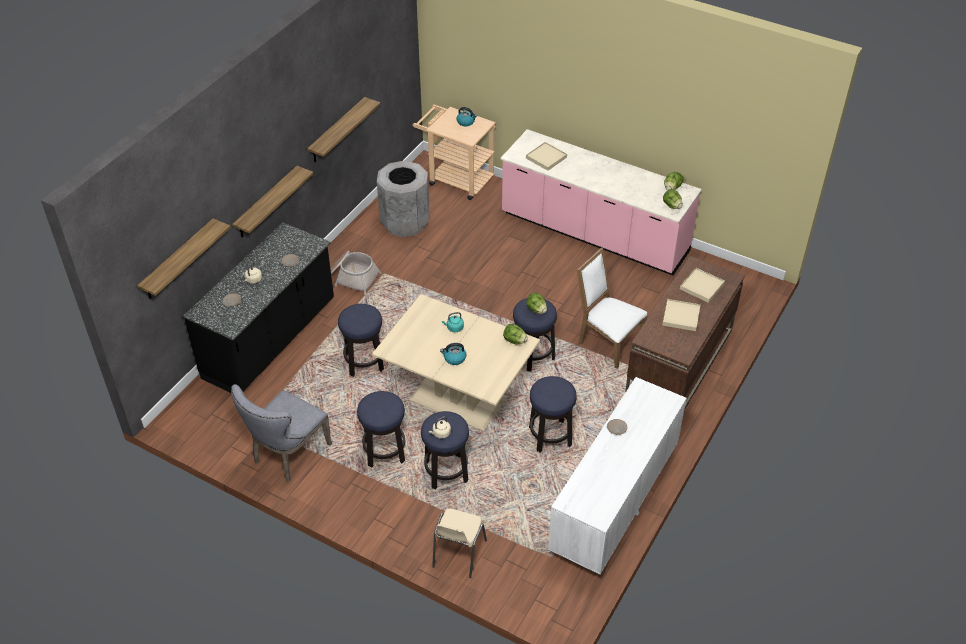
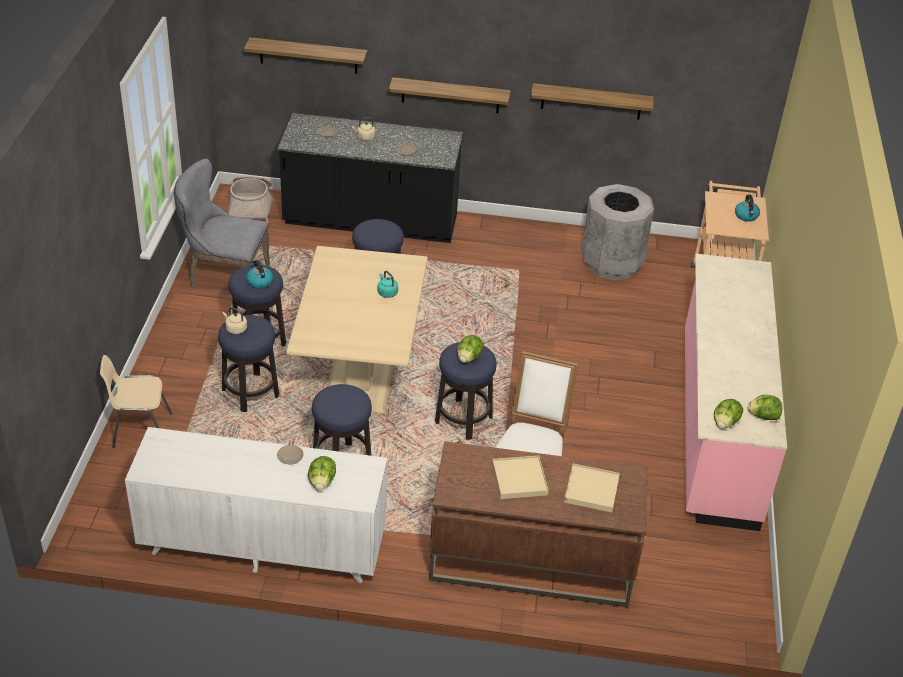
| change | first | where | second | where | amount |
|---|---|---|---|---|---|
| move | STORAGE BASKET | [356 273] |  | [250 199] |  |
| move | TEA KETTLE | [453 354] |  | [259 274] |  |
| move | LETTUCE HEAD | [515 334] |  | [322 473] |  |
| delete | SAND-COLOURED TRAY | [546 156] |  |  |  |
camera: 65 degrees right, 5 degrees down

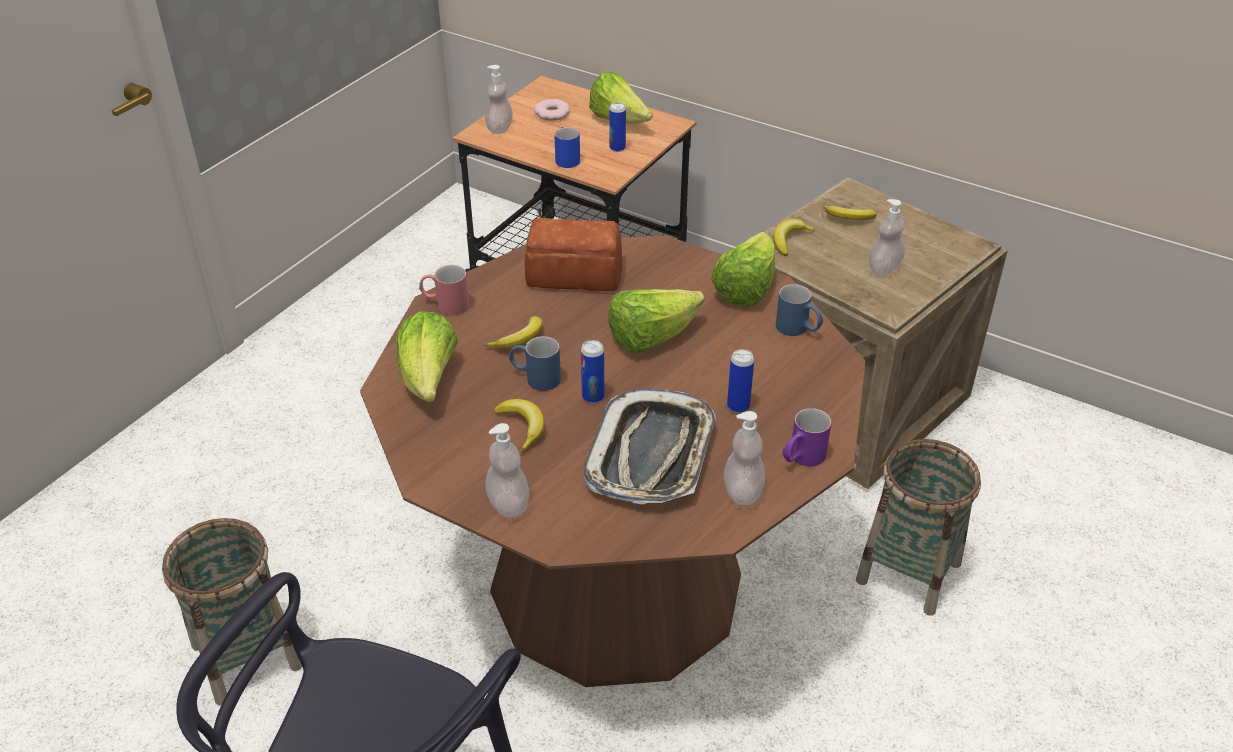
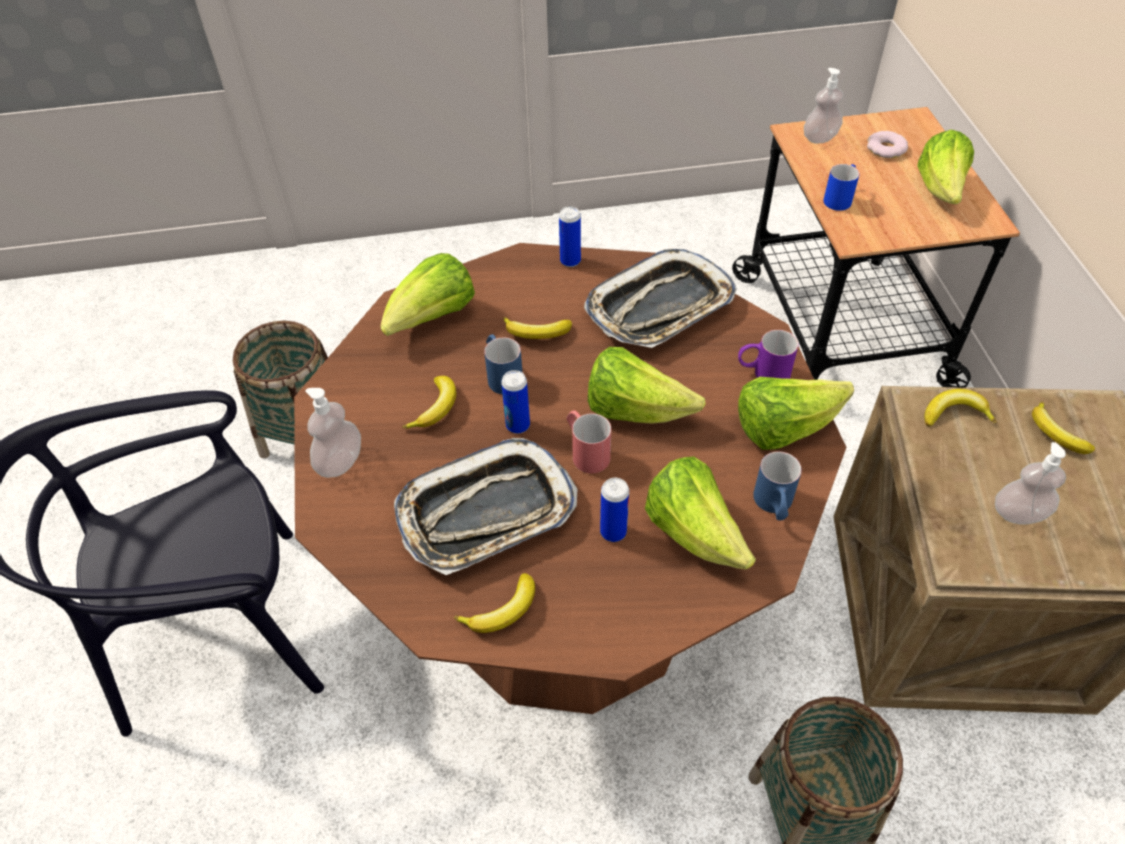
| change | first | where | second | where | amount |
|---|---|---|---|---|---|
| replace | SOAP DISPENSER | [744 458] | WHOLE BANANA | [494 603] |  |
| move | CAN | [617 127] |  | [570 236] |  |
| move | REDDISH MUG | [444 290] |  | [588 441] |  |
| replace | BAKERY BREAD | [573 254] | TRAY | [660 298] |  |
| insert |  |  | LETTUCE HEAD | [700 513] |  |
| move | PURPLE MUG | [806 437] |  | [768 354] |  |
camera: 50 degrees right, 10 degrees up

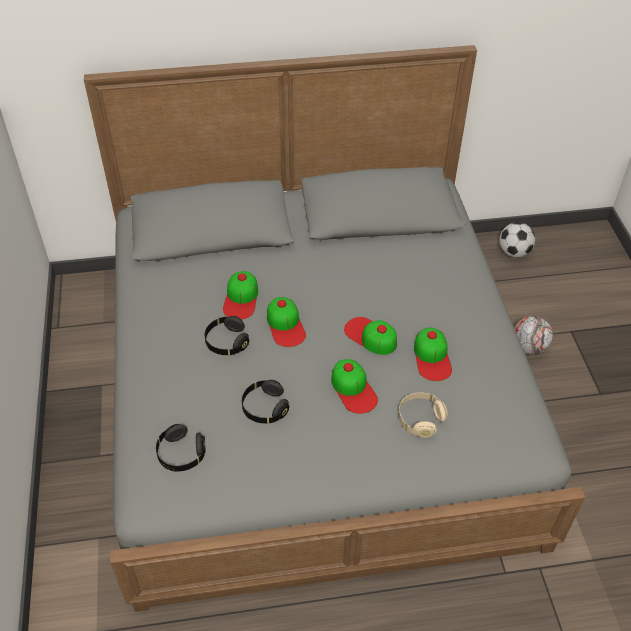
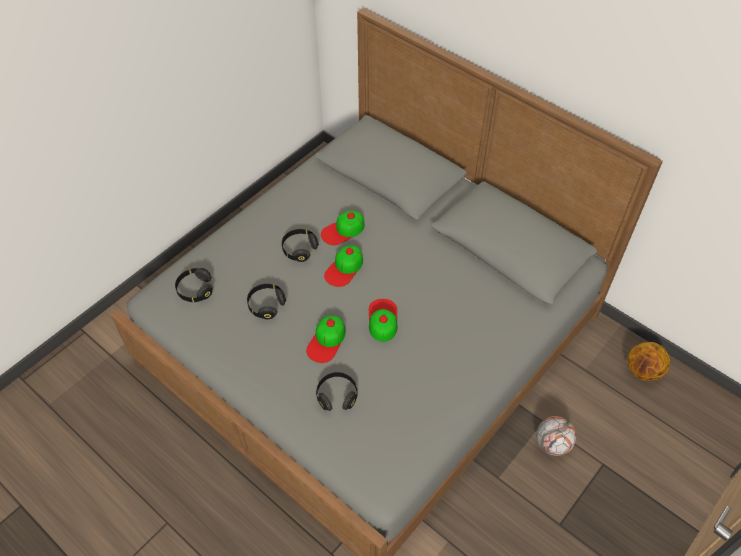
| change | first | where | second | where | amount |
|---|---|---|---|---|---|
| recolor | SAND-COLOURED HEADPHONES | [423 415] | BLACK-COLOURED HEADPHONES | [337 391] |  |
| replace | FOOTBALL BALL | [517 240] | BALL FOR BASKETBALL | [649 361] |  |
| delete | PEAKED CAP | [433 354] |  |  |  |
camera: 50 degrees right, 5 degrees up

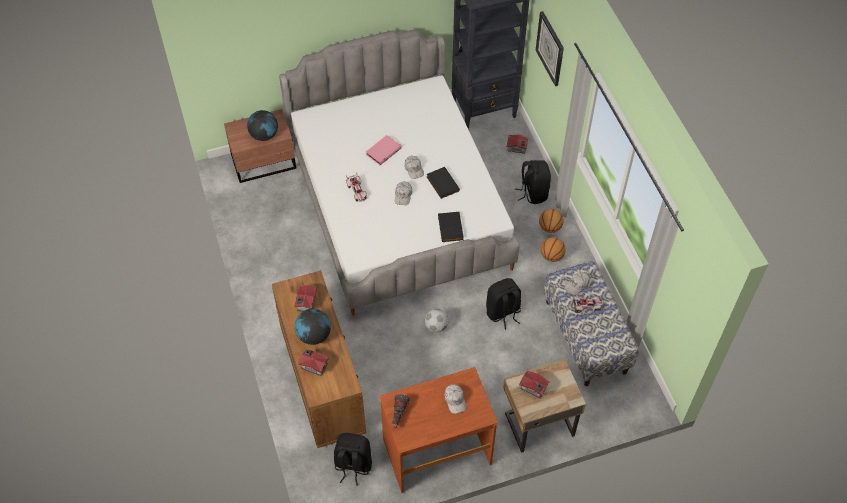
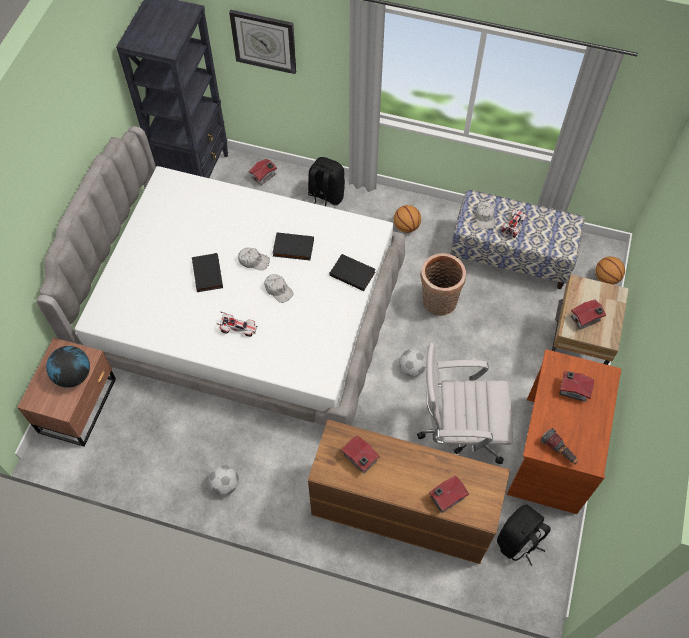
| change | first | where | second | where | amount |
|---|---|---|---|---|---|
| recolor | PINK-COLOURED BOOK | [384 150] | BLACK-COLOURED BOOK | [207 272] |  |
| insert |  |  | FOOTBALL BALL | [223 480] |  |
| insert |  |  | WHITE COMPUTER CHAIR | [465 403] |  |
| replace | BLACK-COLOURED BACKPACK | [503 304] | STORAGE BASKET | [443 284] |  |
| replace | WHITE PEAKED CAP | [455 399] | TOY HOUSE | [576 386] |  |
| move | BALL FOR BASKETBALL | [551 221] |  | [610 270] |  |
| delete | WORLD GLOBE | [313 327] |  |  |  |
camera: 55 degrees left, 5 degrees up

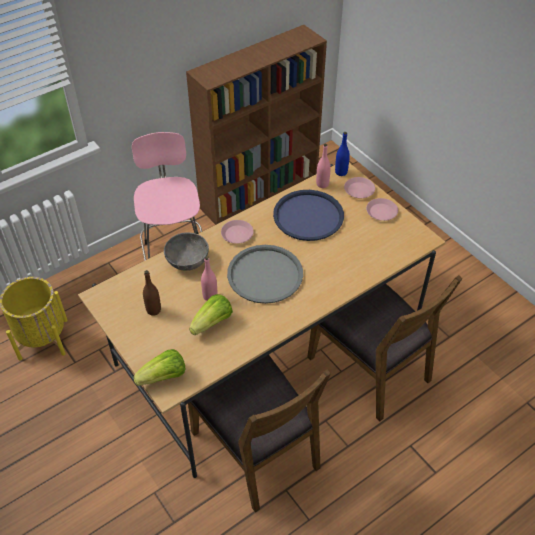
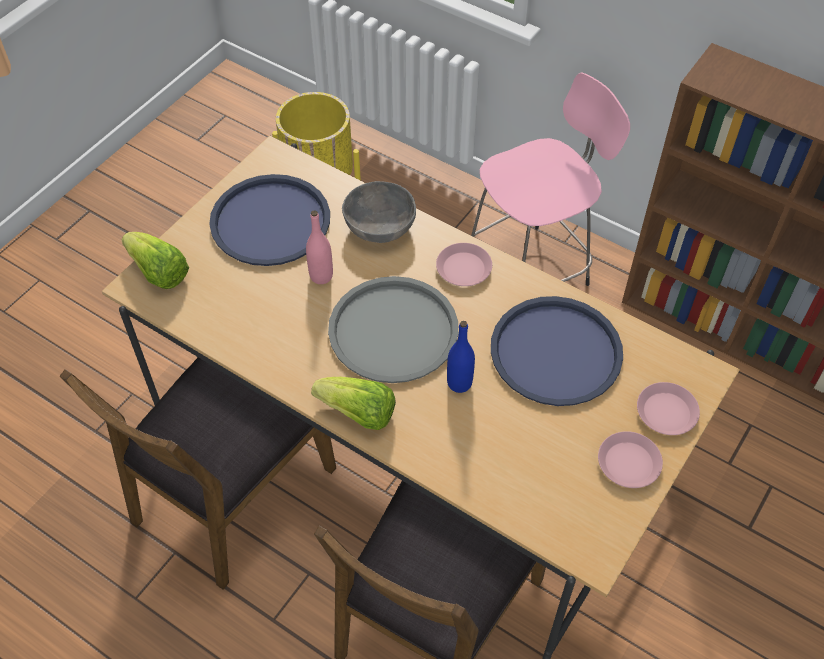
| change | first | where | second | where | amount |
|---|---|---|---|---|---|
| replace | BROWNISH BEVERAGE BOTTLE | [152 293] | BLUE TRAY | [269 220] |  |
| move | LETTUCE HEAD | [211 314] |  | [353 403] |  |
| move | BLUE BEVERAGE BOTTLE | [342 154] |  | [461 357] |  |
| delete | PINK-COLOURED BEVERAGE BOTTLE | [323 166] |  |  |  |
camera: 70 degrees right, 5 degrees up

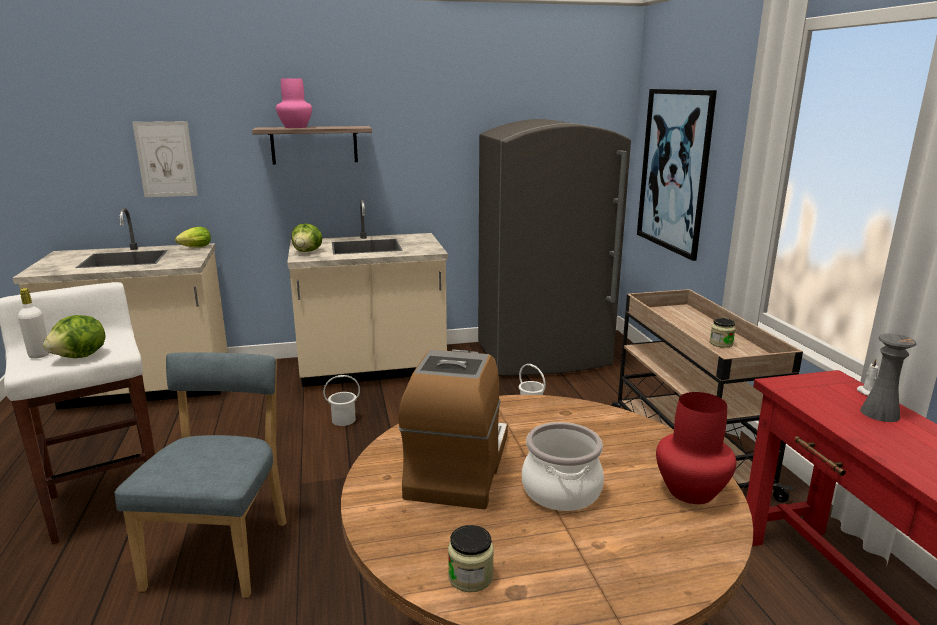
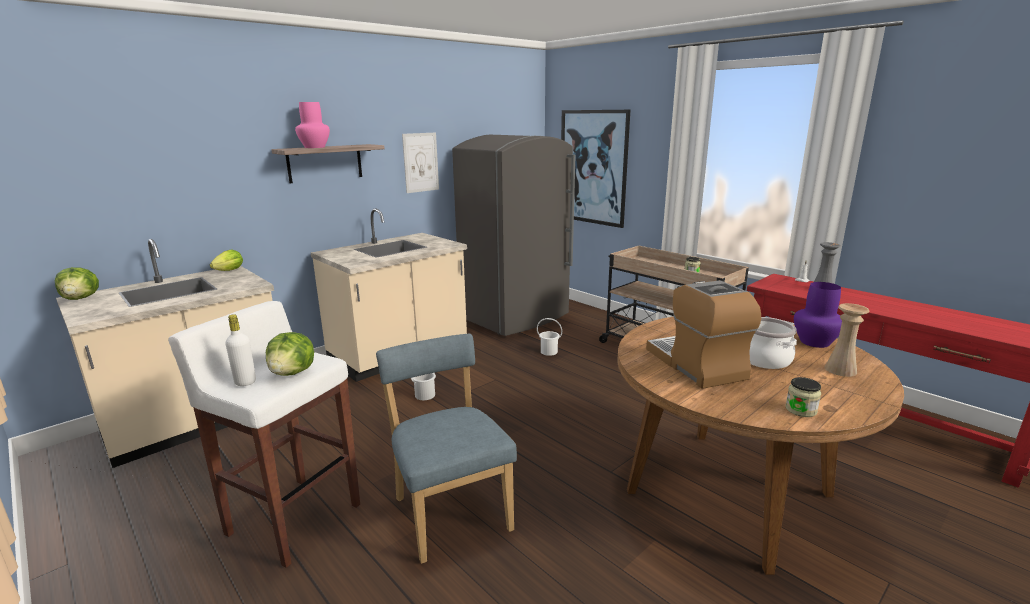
| change | first | where | second | where | amount |
|---|---|---|---|---|---|
| move | LETTUCE HEAD | [307 237] |  | [77 283] |  |
| move | WALL PICTURE | [165 159] |  | [420 163] |  |
| recolor | REDDISH DECORATIVE VASE | [696 448] | PURPLE DECORATIVE VASE | [818 315] |  |
| insert |  |  | SAND-COLOURED DECORATIVE VASE | [847 340] |  |
camera: 30 degrees left, 0 degrees up

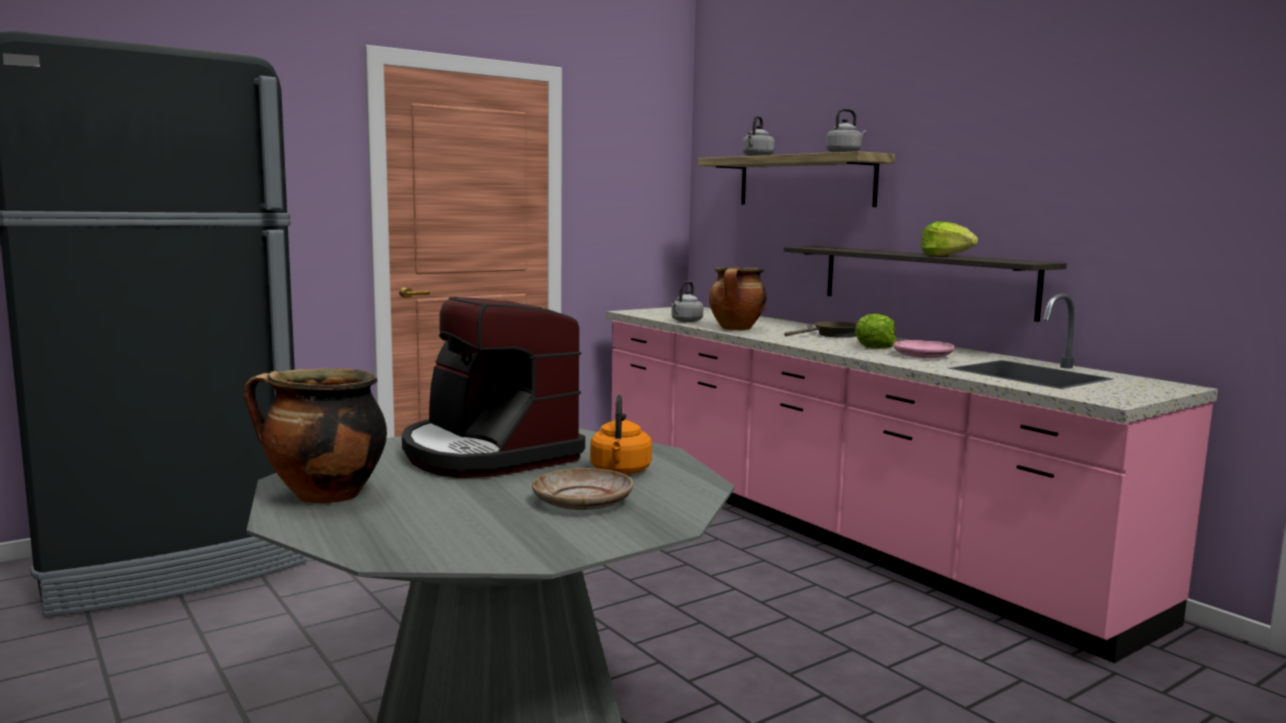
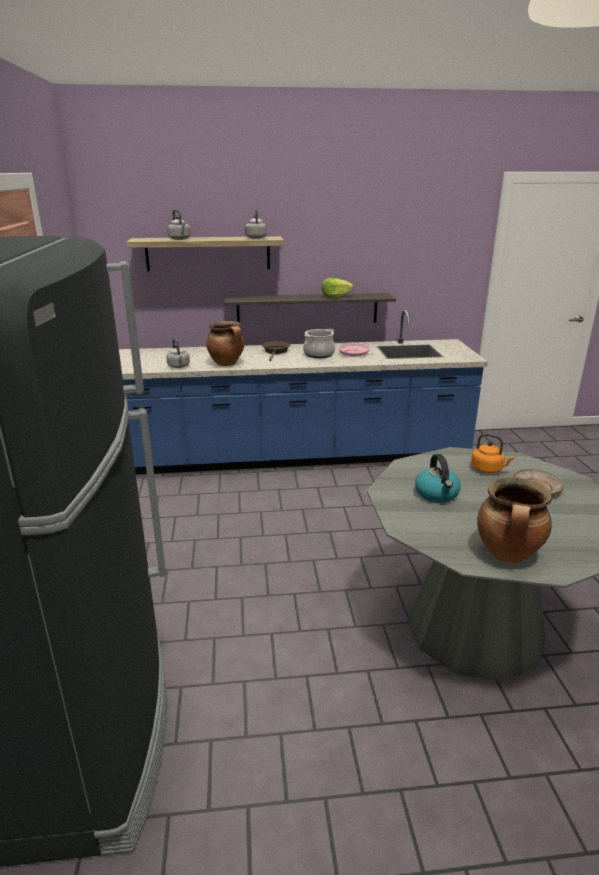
| change | first | where | second | where | amount |
|---|---|---|---|---|---|
| recolor | PINK-COLOURED KITCHEN BASE UNIT | [912 478] | BLUE KITCHEN BASE UNIT | [303 392] |  |
| replace | LETTUCE HEAD | [875 331] | COOKING POT | [319 343] |  |
| replace | COFFEE BREWER | [493 387] | TEA KETTLE | [438 478] |  |
camera: 60 degrees left, 15 degrees up

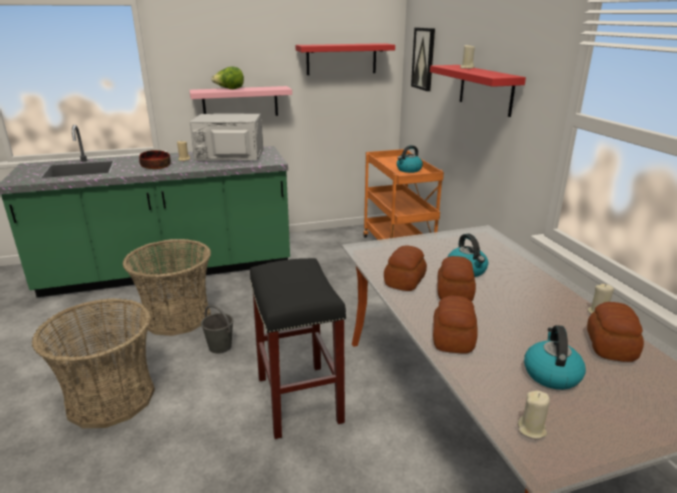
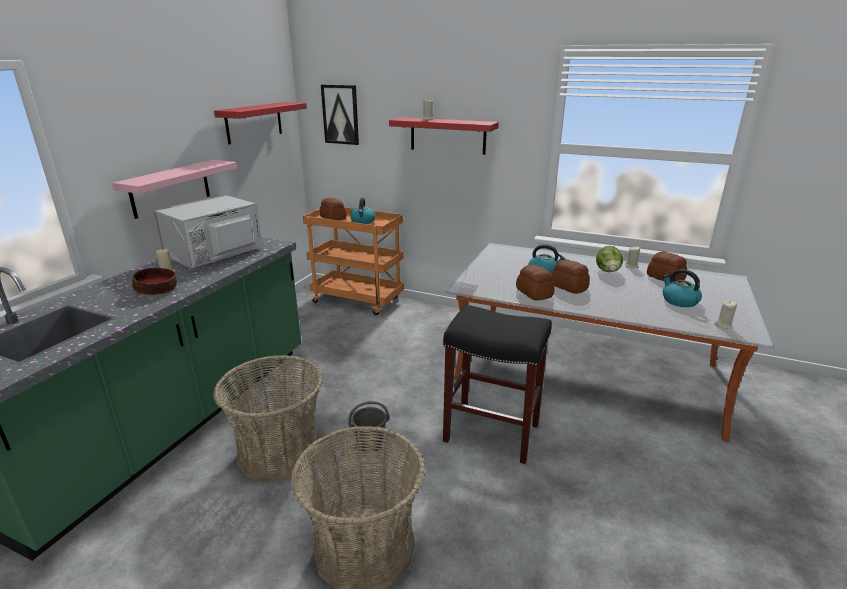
| change | first | where | second | where | amount |
|---|---|---|---|---|---|
| move | BAKERY BREAD | [455 325] |  | [333 209] |  |
| move | LETTUCE HEAD | [227 78] |  | [609 259] |  |
camera: 50 degrees left, 0 degrees up

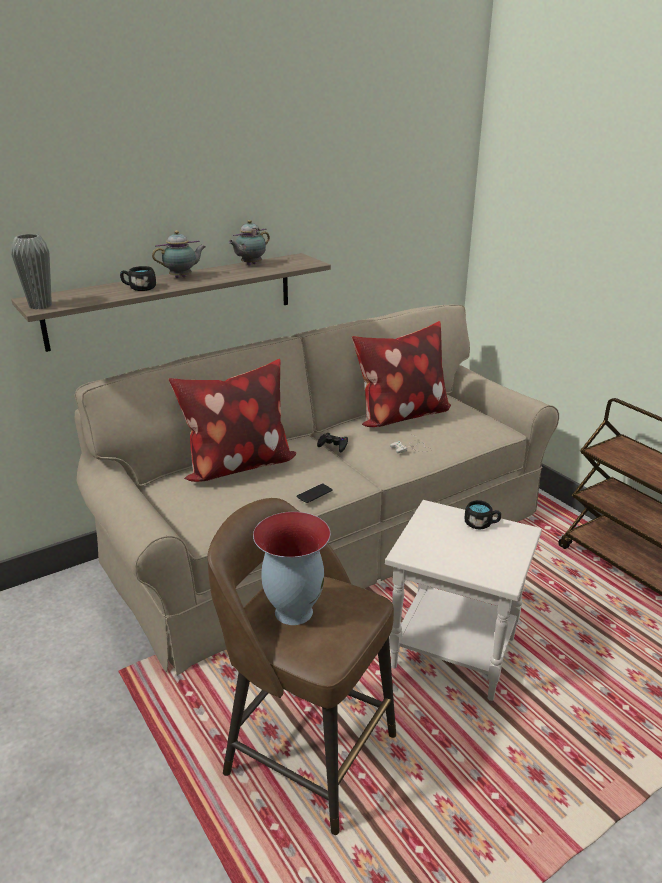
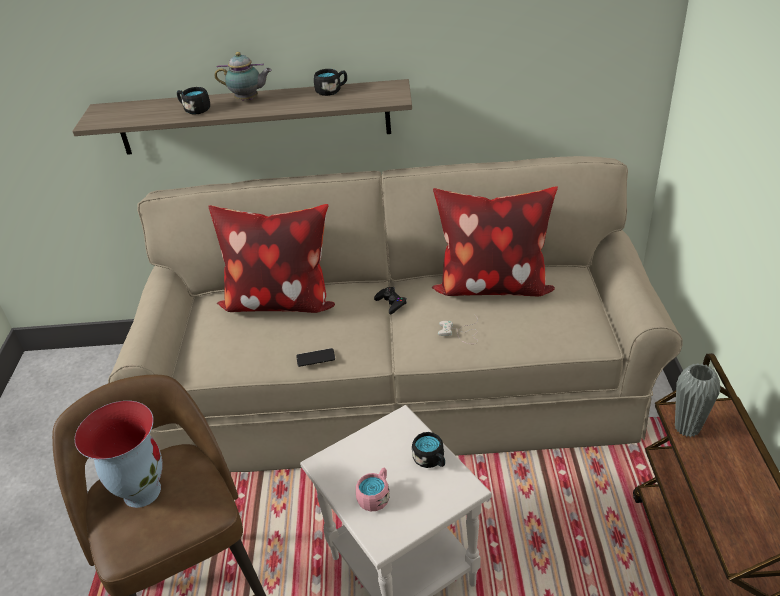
| change | first | where | second | where | amount |
|---|---|---|---|---|---|
| replace | POT FOR TEA | [249 243] | BLACK-COLOURED MUG | [330 82] |  |
| insert |  |  | PINK-COLOURED MUG | [373 489] |  |
| move | GREYISH DECORATIVE VASE | [31 271] |  | [698 400] |  |
camera: 35 degrees right, 10 degrees up

